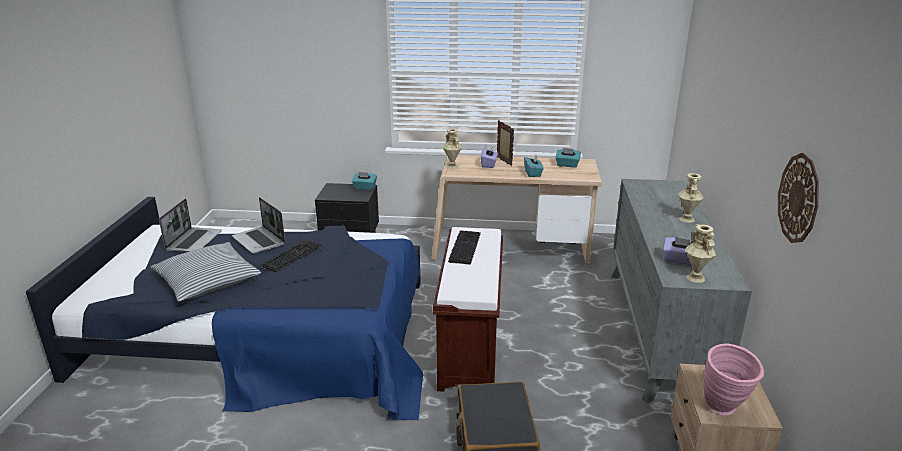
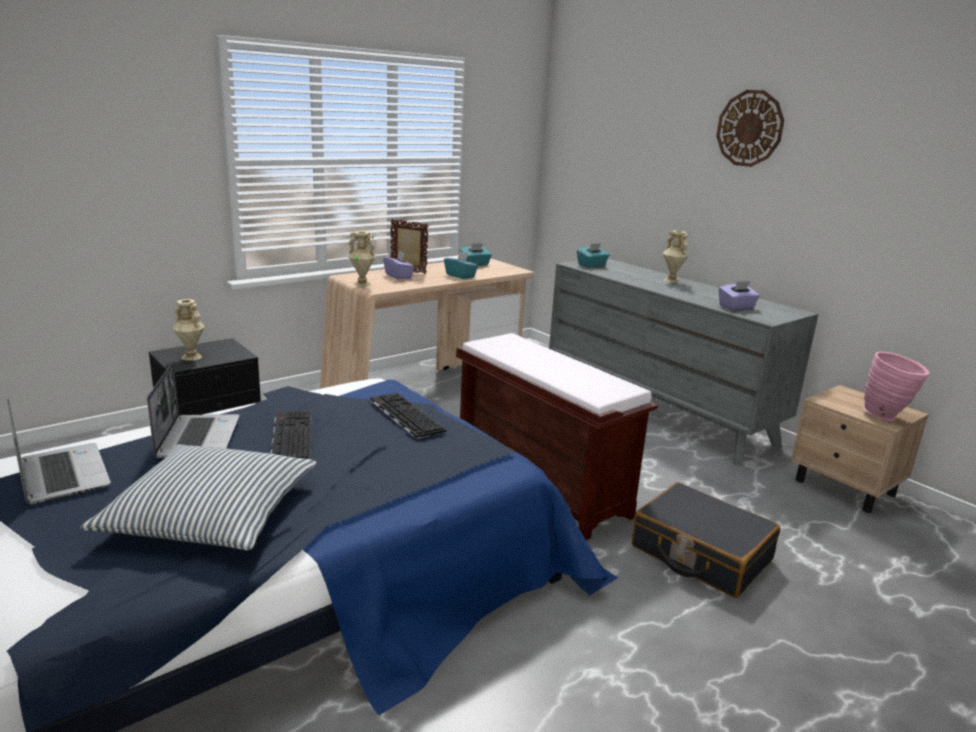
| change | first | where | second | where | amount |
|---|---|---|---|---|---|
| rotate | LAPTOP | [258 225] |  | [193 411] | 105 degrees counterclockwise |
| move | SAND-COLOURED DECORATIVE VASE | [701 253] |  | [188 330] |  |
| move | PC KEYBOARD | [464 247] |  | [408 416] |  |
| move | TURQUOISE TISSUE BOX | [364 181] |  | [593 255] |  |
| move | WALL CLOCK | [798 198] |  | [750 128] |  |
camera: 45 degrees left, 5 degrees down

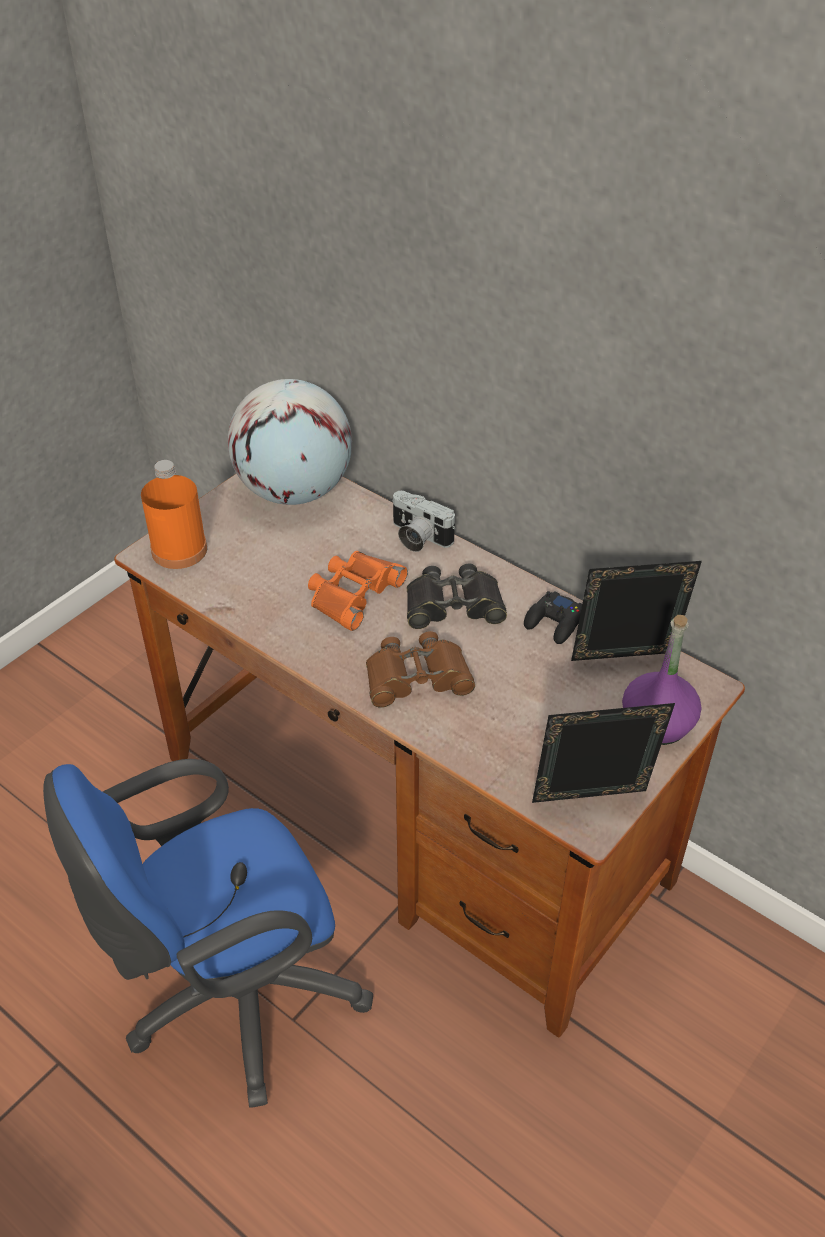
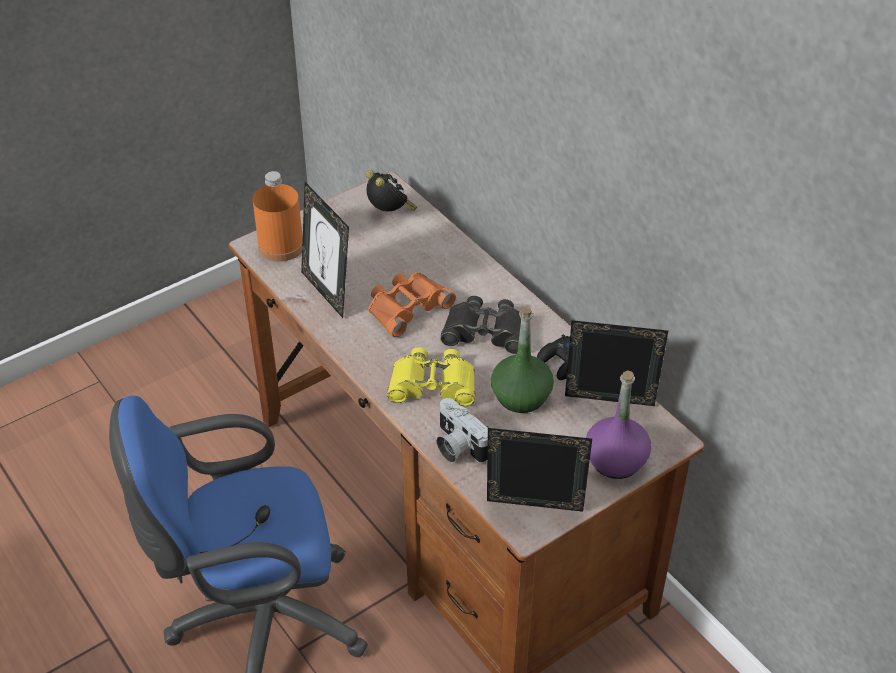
| change | first | where | second | where | amount |
|---|---|---|---|---|---|
| insert |  |  | STANDING FRAME | [325 250] |  |
| replace | WORLD GLOBE | [289 442] | TABLE CLOCK | [391 190] |  |
| recolor | BROWNISH PAIR OF BINOCULARS | [420 669] | YELLOWISH PAIR OF BINOCULARS | [431 376] |  |
| move | PHOTO CAMERA | [423 521] |  | [462 431] |  |
| insert |  |  | GREEN BEVERAGE BOTTLE | [522 360] |  |
camera: 15 degrees right, 0 degrees up

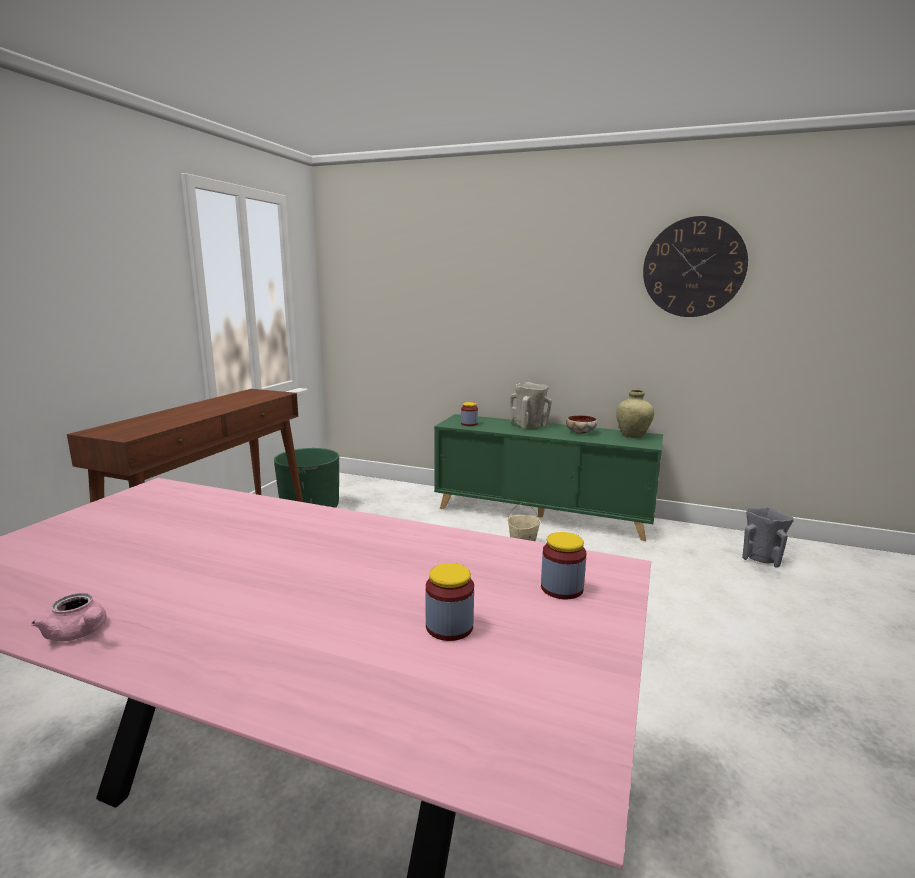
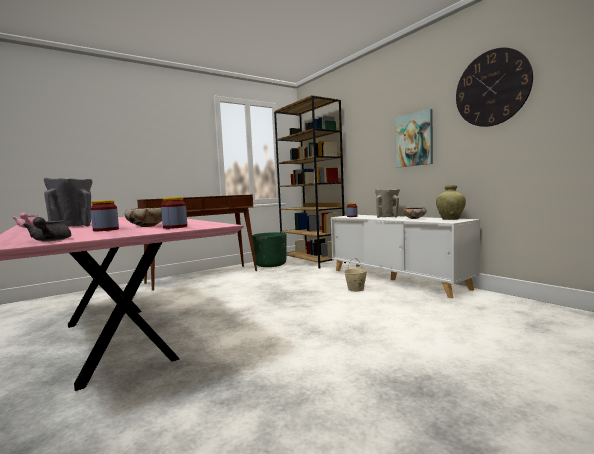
| change | first | where | second | where | amount |
|---|---|---|---|---|---|
| insert |  |  | GREYISH POT FOR TEA | [47 229] |  |
| move | GREYISH DECORATIVE VASE | [768 537] |  | [68 202] |  |
| insert |  |  | BOWL | [143 217] |  |
| insert |  |  | BROWNISH BOOKSHELF | [310 182] |  |
| recolor | GREEN CABINET | [548 477] | WHITE CABINET | [405 256] |  |
| insert |  |  | WALL PICTURE | [414 138] |  |
camera: 35 degrees right, 10 degrees down

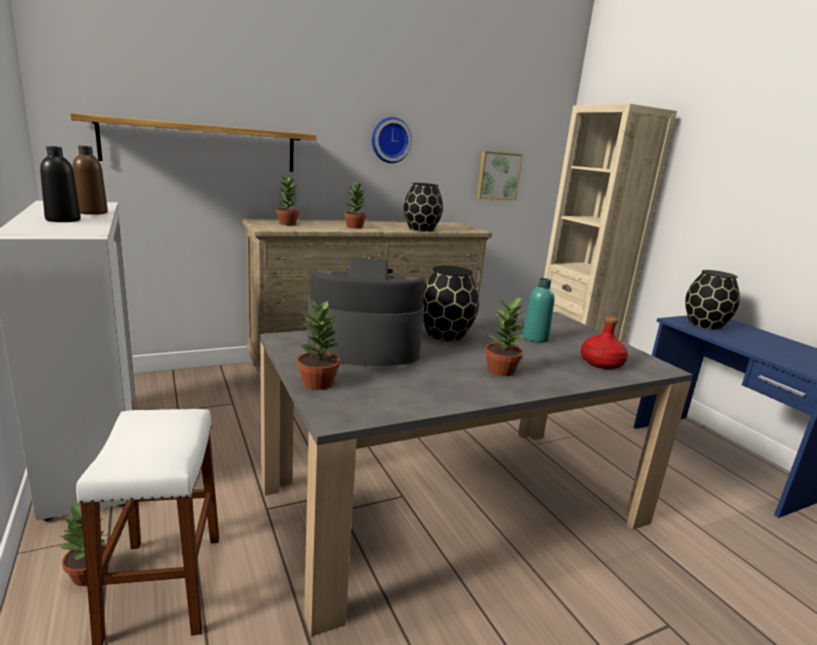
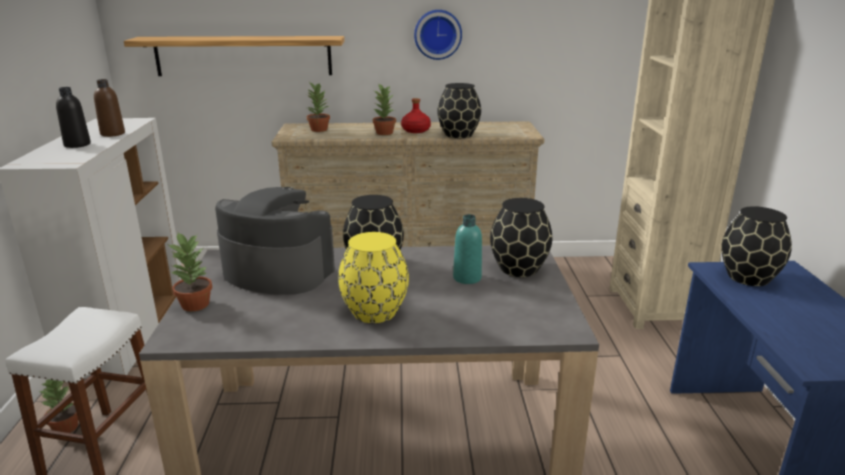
| change | first | where | second | where | amount |
|---|---|---|---|---|---|
| replace | HOUSEPLANT | [505 336] | YELLOWISH DECORATIVE VASE | [373 277] |  |
| move | REDDISH BEVERAGE BOTTLE | [604 343] |  | [416 115] |  |
| insert |  |  | BLACK-COLOURED DECORATIVE VASE | [521 237] |  |
| delete | WALL PICTURE | [500 175] |  |  |  |
camera: 25 degrees right, 5 degrees up

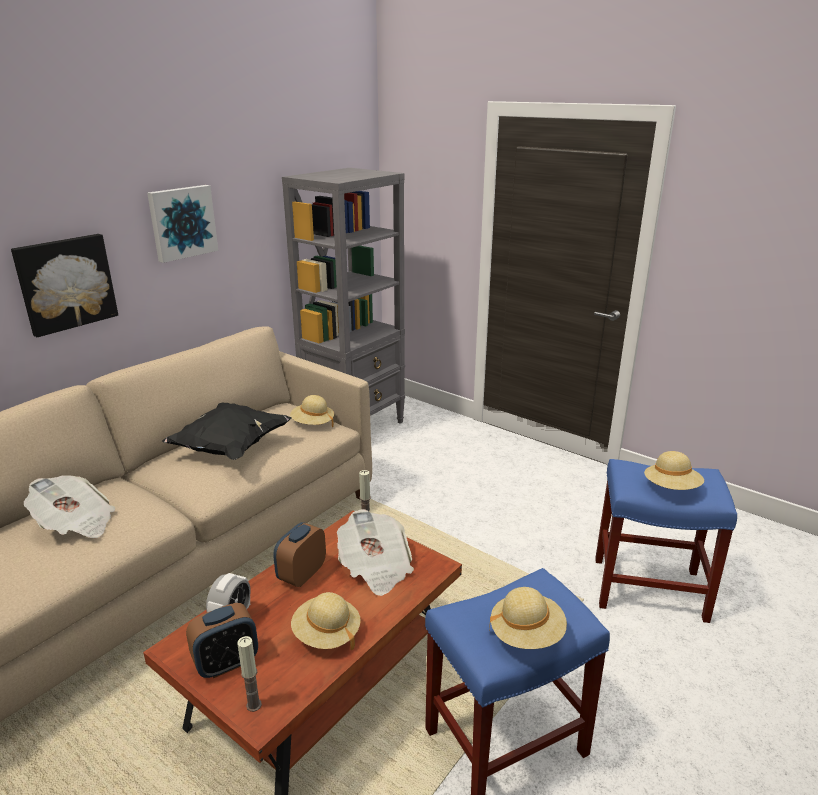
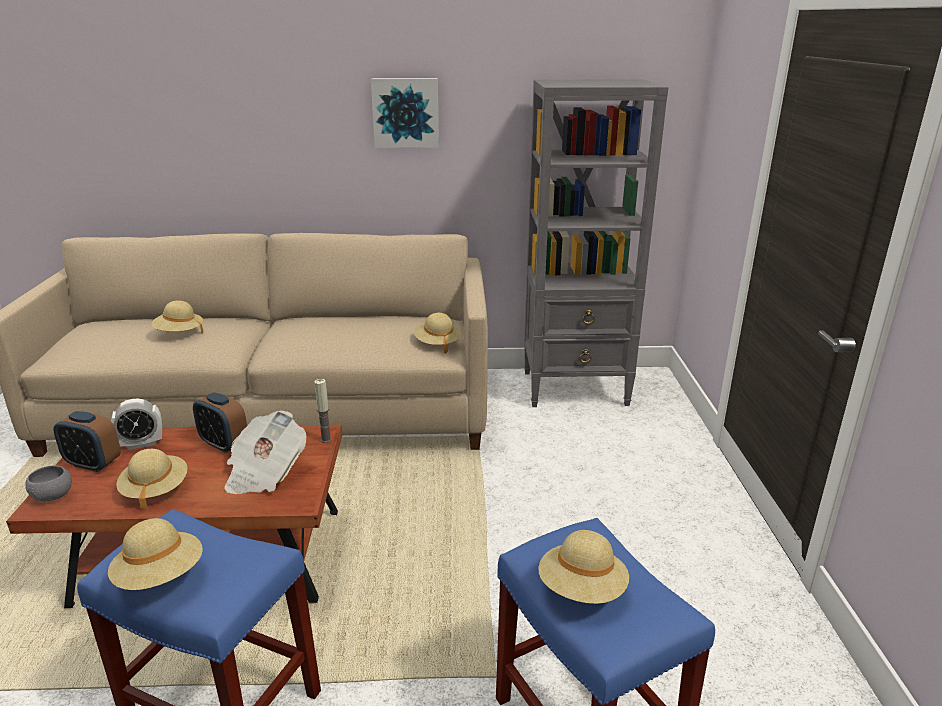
| change | first | where | second | where | amount |
|---|---|---|---|---|---|
| replace | WAX LIGHT | [249 674] | GREYISH BOWL | [48 483] |  |
| replace | DAILY PAPER | [69 506] | SAND-COLOURED WEARABLE HAT | [177 317] |  |
| rotate | TABLE CLOCK | [299 554] |  | [220 422] | 135 degrees counterclockwise |
| delete | WALL PICTURE | [64 285] |  |  |  |
| delete | BLACK-COLOURED CUSHION | [227 431] |  |  |  |
camera: 50 degrees right, 0 degrees up

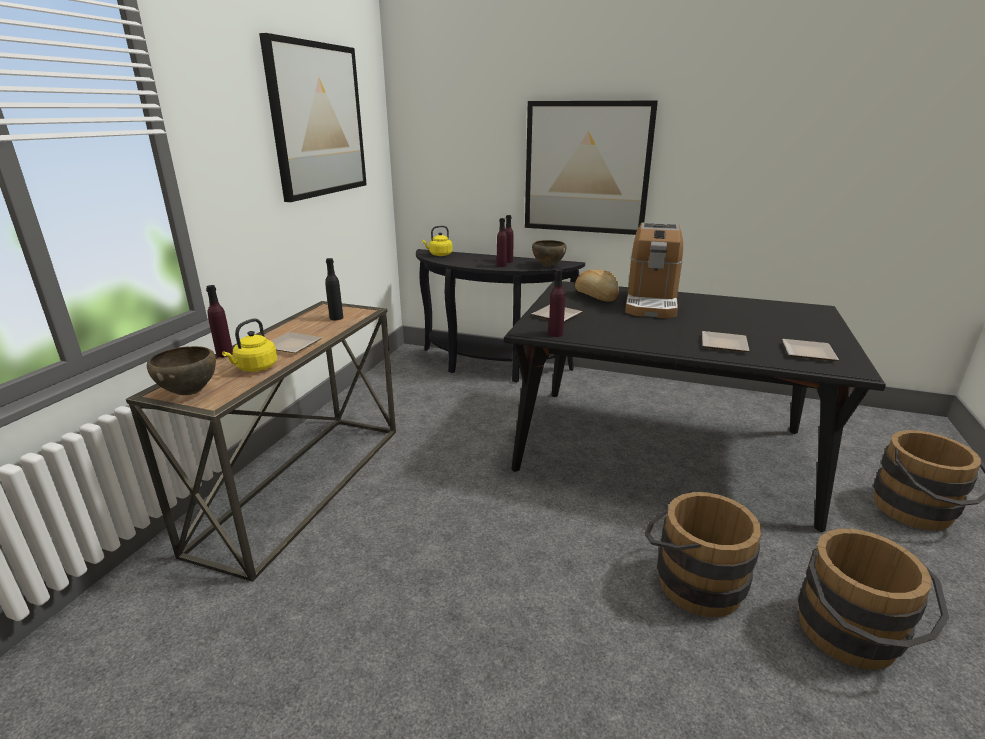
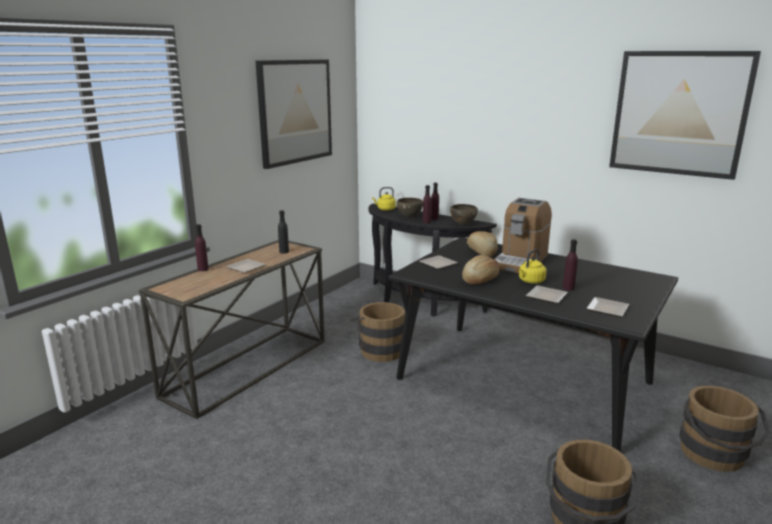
| change | first | where | second | where | amount |
|---|---|---|---|---|---|
| move | BROWNISH PAIL | [703 554] |  | [378 332] |  |
| move | BROWNISH BOWL | [181 370] |  | [410 208] |  |
| insert |  |  | BAKERY BREAD | [480 270] |  |
| move | YELLOWISH TEA KETTLE | [249 345] |  | [533 266] |  |
| move | PURPLE BEVERAGE BOTTLE | [557 303] |  | [570 265] |  |
| move | WALL PICTURE | [591 168] |  | [685 115] |  |
camera: 15 degrees right, 5 degrees down

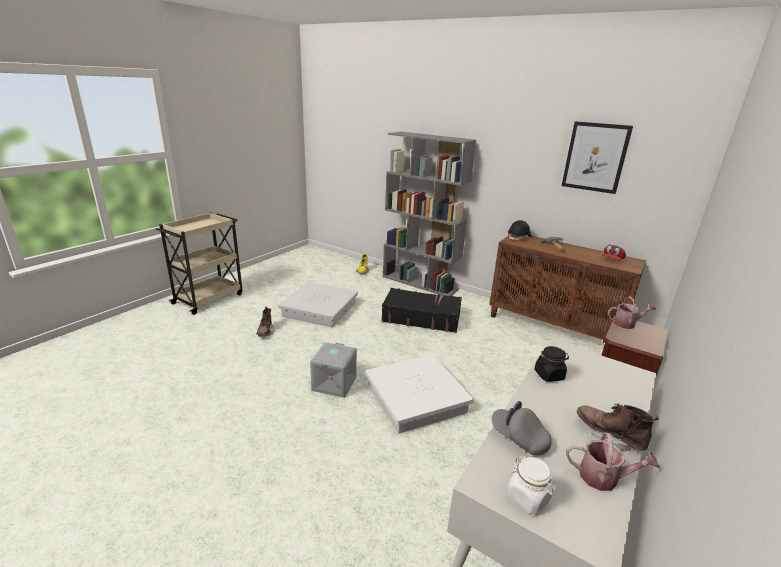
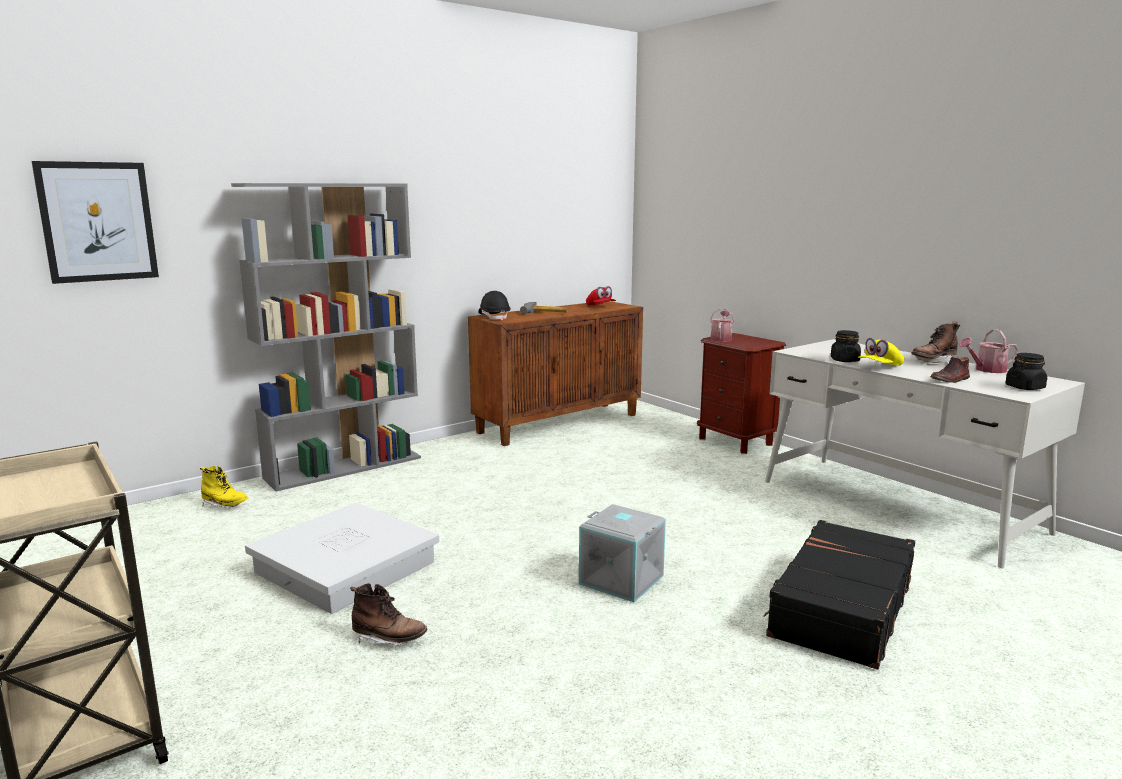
| change | first | where | second | where | amount |
|---|---|---|---|---|---|
| move | WALL PICTURE | [597 157] |  | [95 222] |  |
| move | BLACK-COLOURED TRAVEL CASE | [421 310] |  | [839 595] |  |
| insert |  |  | YELLOWISH PEAKED CAP | [881 352] |  |
| replace | GREYISH PEAKED CAP | [522 428] | BROWNISH LOW SHOE | [950 370] |  |
| rotate | WATERING POT | [613 461] |  | [989 351] | 135 degrees counterclockwise |
| recolor | WHITE JAR | [532 485] | BLACK-COLOURED JAR | [1026 371] |  |
| delete | WHITE STORAGE CONTAINER | [419 394] |  |  |  |
camera: 70 degrees left, 10 degrees down

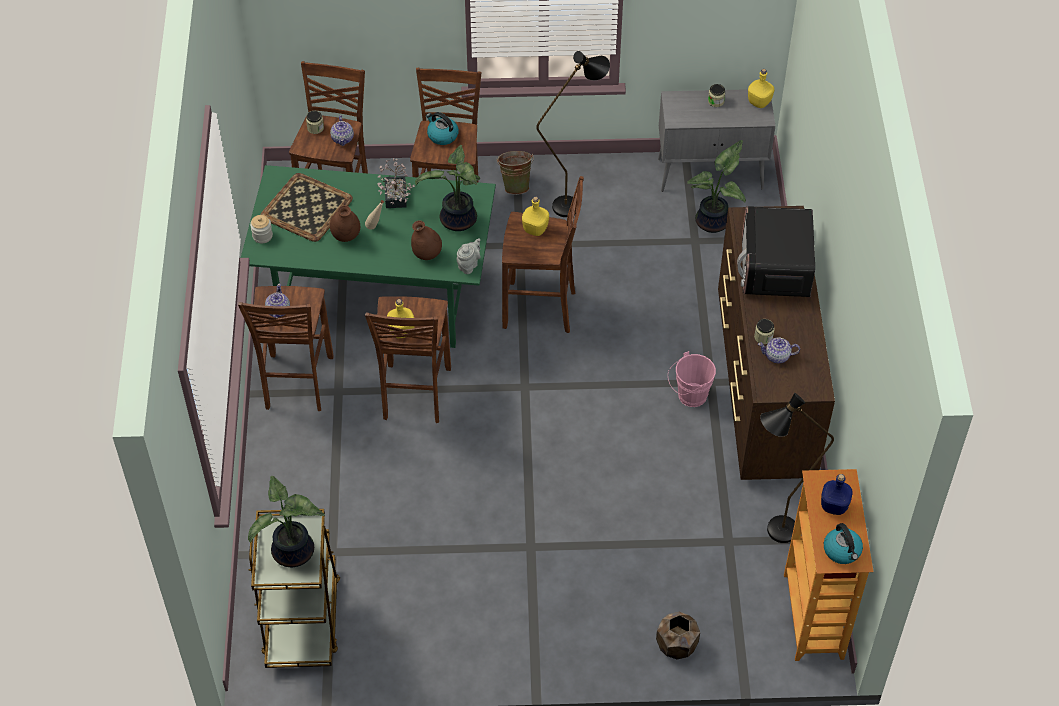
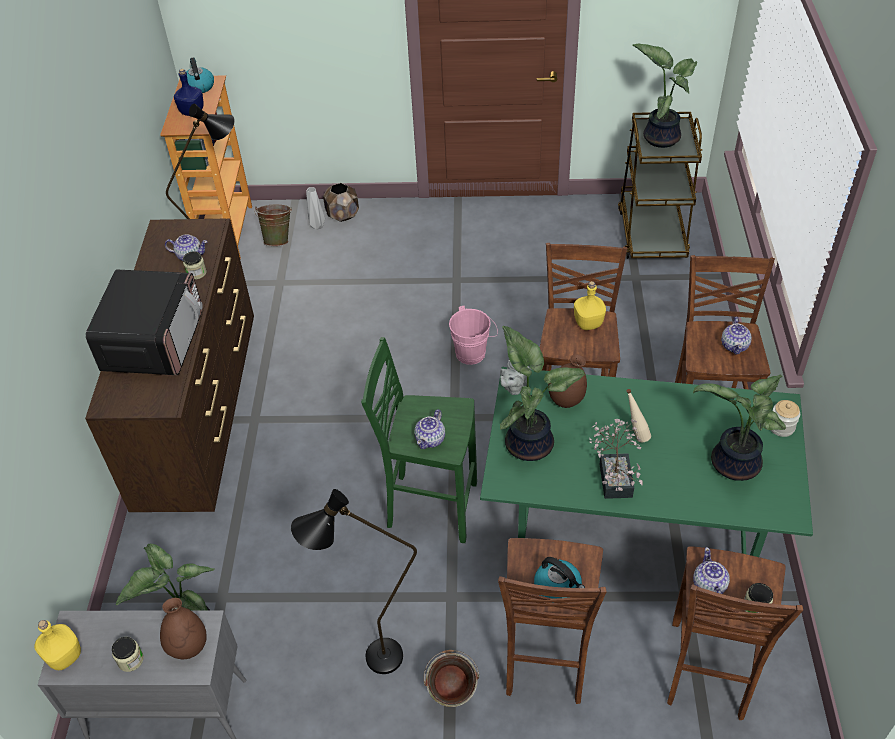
| change | first | where | second | where | amount |
|---|---|---|---|---|---|
| move | BROWNISH DECORATIVE VASE | [345 223] |  | [183 628] |  |
| insert |  |  | GREEN PAIL | [273 225] |  |
| insert |  |  | GREYISH DECORATIVE VASE | [315 208] |  |
| recolor | BROWNISH SITTING STOOL | [543 254] | GREEN SITTING STOOL | [419 440] |  |
| replace | YELLOWISH BEVERAGE BOTTLE | [535 216] | POT FOR TEA | [429 429] |  |
| move | PINK-COLOURED PAIL | [692 379] |  | [473 335] |  |
| replace | TRAY | [306 207] | HOUSEPLANT | [739 428] |  |
camera: 175 degrees left, 5 degrees down

